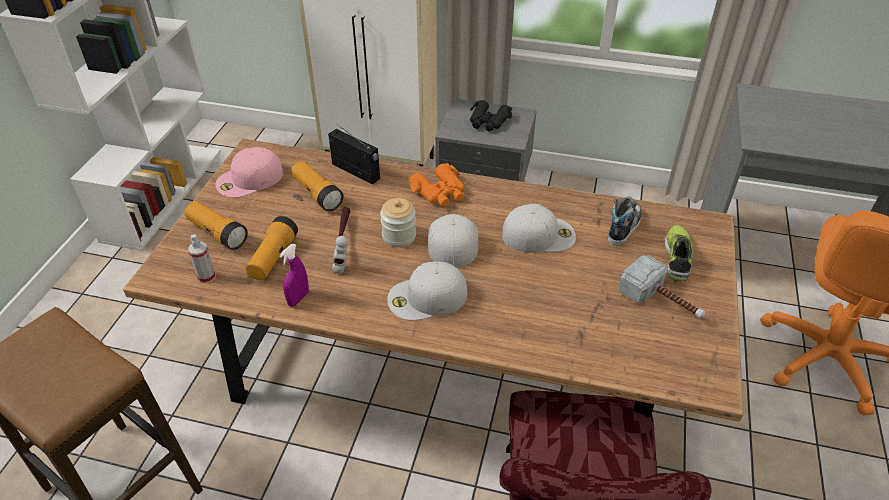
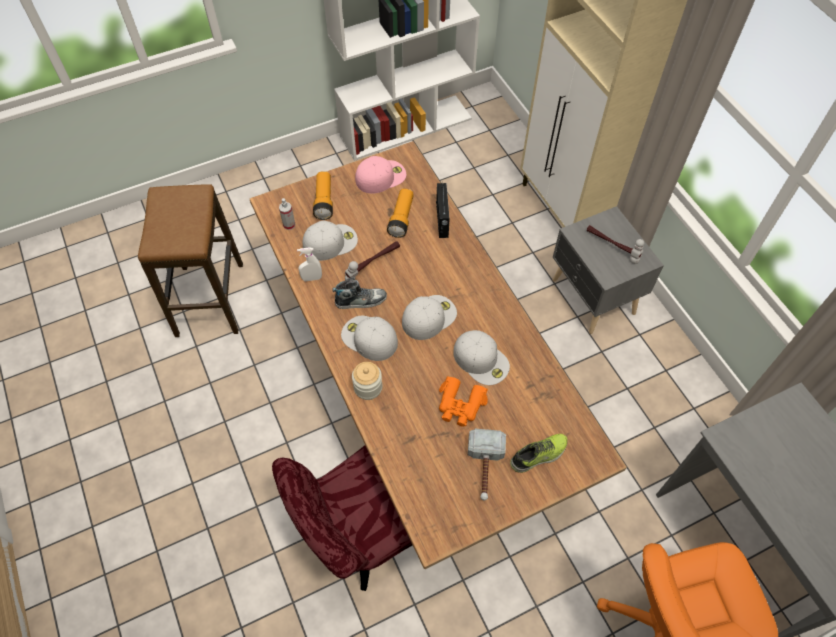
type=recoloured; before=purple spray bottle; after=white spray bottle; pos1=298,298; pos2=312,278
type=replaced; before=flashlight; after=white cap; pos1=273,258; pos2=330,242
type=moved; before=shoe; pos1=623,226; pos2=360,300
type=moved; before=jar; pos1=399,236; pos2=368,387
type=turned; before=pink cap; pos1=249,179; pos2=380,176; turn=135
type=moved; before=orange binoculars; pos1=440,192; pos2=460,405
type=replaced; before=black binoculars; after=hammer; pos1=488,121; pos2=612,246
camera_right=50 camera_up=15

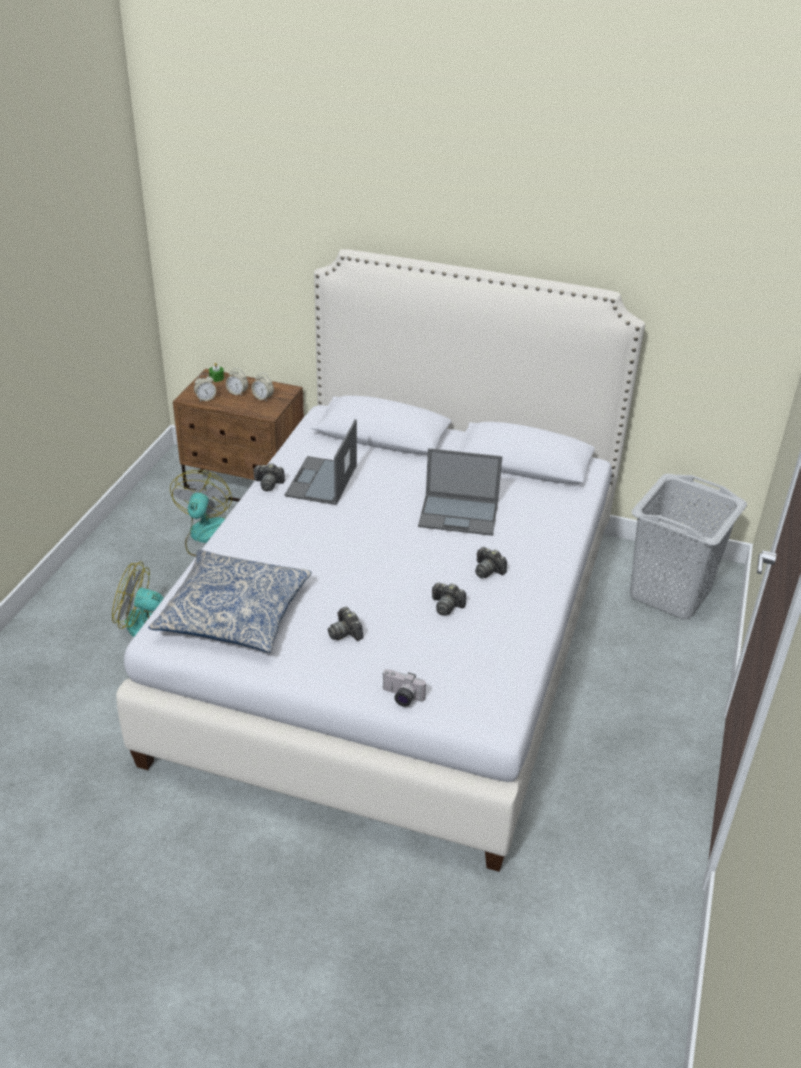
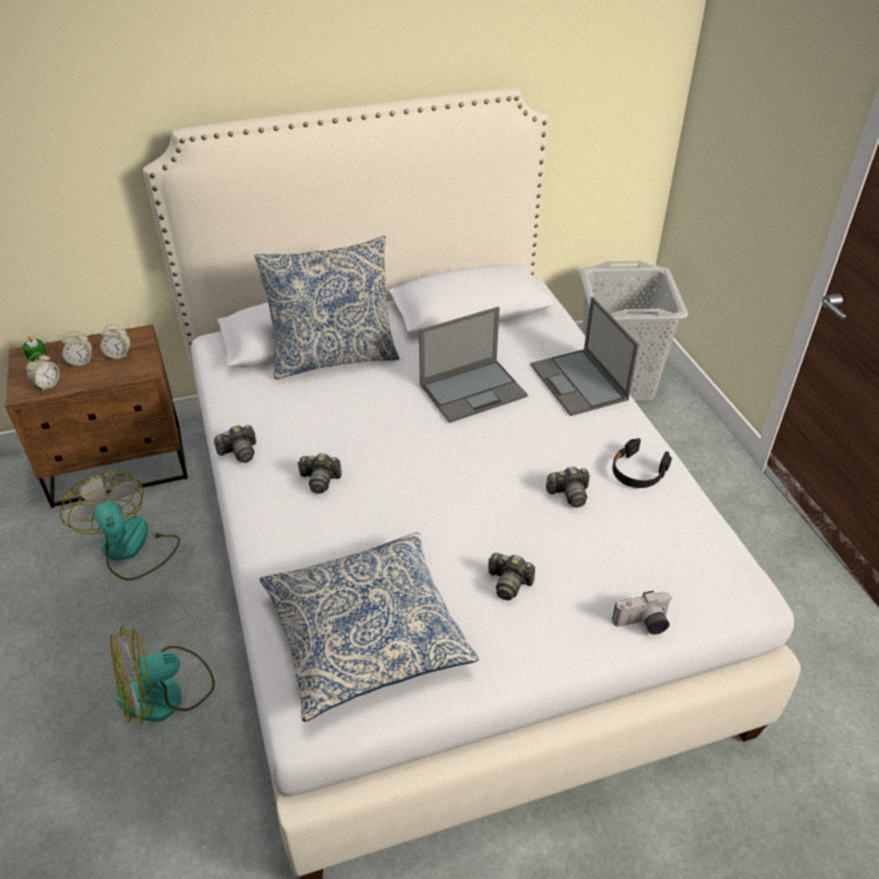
type=added; after=pillow; pos2=334,357
type=moved; before=photo camera; pos1=488,570; pos2=320,480
type=moved; before=laptop; pos1=321,481; pos2=579,383
type=added; after=black headphones; pos2=638,471
camera_right=-35 camera_up=5

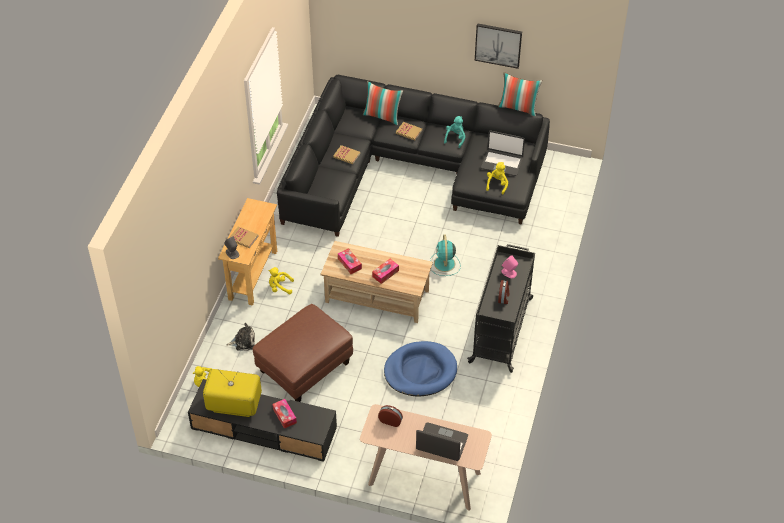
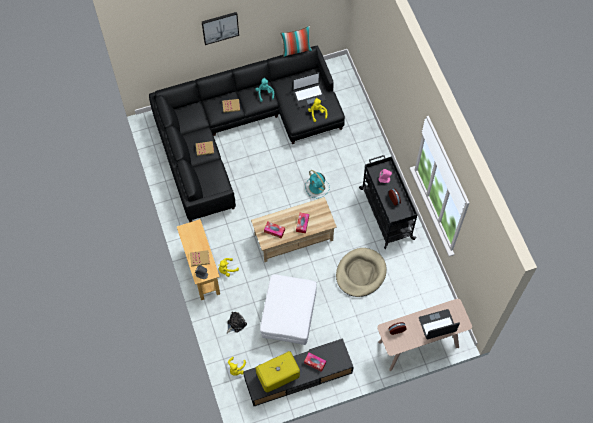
type=moved; before=picture; pos1=498,45; pos2=220,27
type=recoloured; before=brown ottoman; after=white ottoman; pos1=304,368; pos2=289,317
type=recoloured; before=blue dog bed; after=beige dog bed; pos1=420,371; pos2=360,273
type=removed; before=pillow; pos1=382,116
camera_right=-35 camera_up=15

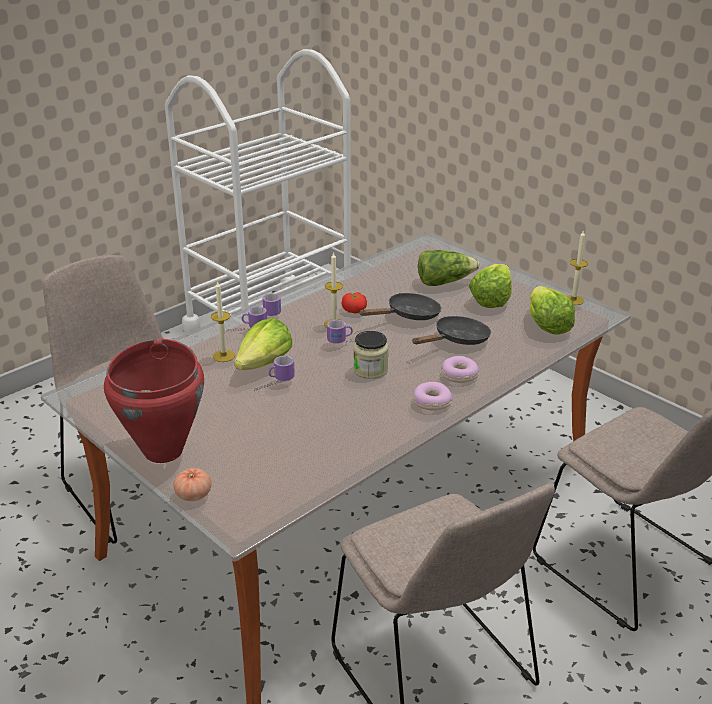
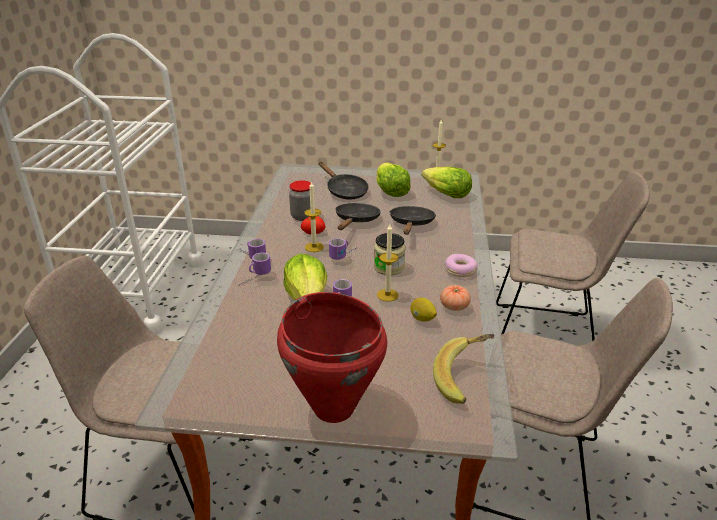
type=added; after=jar; pos2=302,216
type=replaced; before=lettuce; after=black frying pan; pos1=444,282; pos2=344,191
type=moved; before=candle; pos1=224,356; pos2=387,295
type=added; after=lemon; pos2=422,319
type=added; after=banana; pos2=465,379
type=moved; before=tomato; pos1=193,495; pos2=454,306
type=removed; before=donut; pos1=459,375
camera_right=-40 camera_up=0

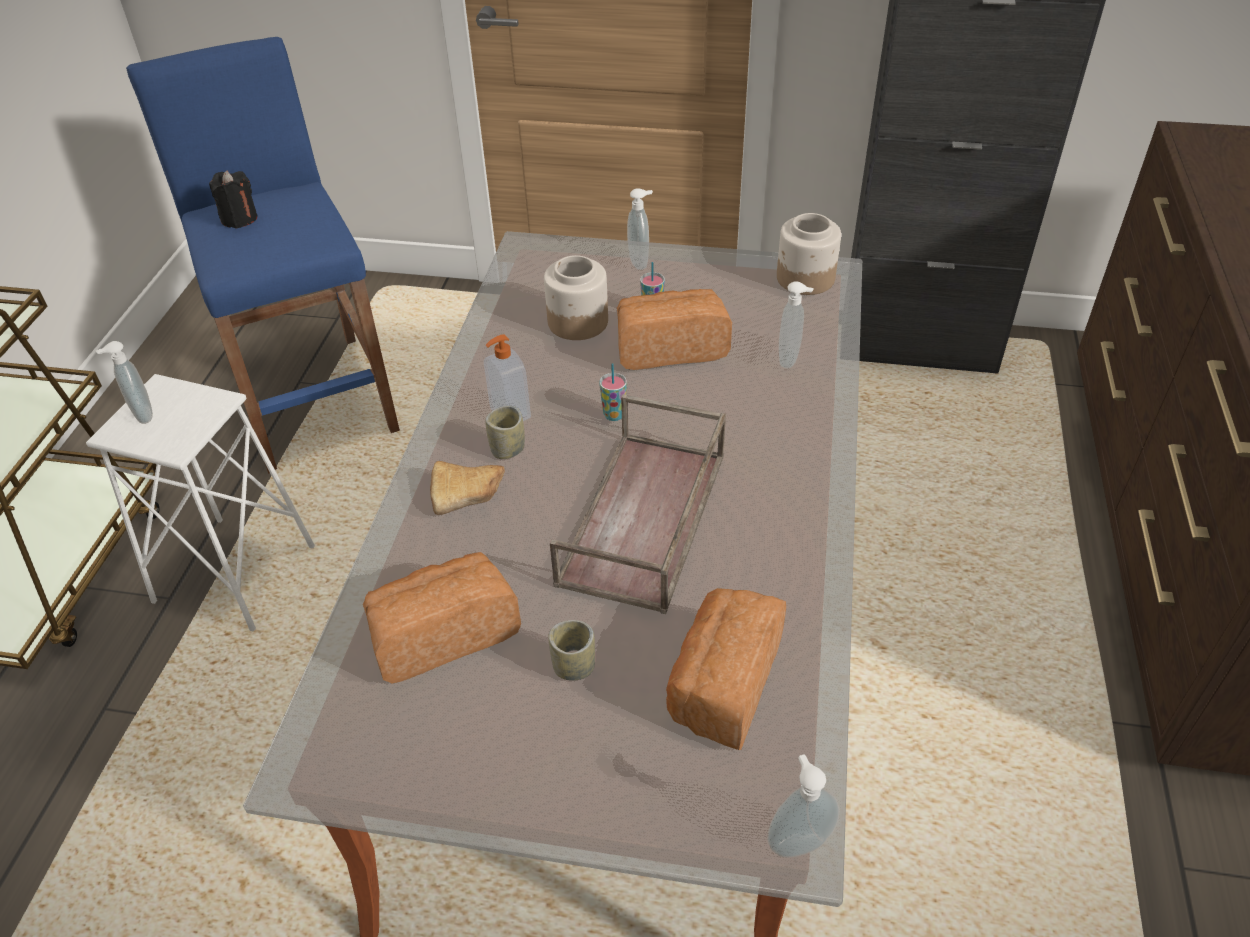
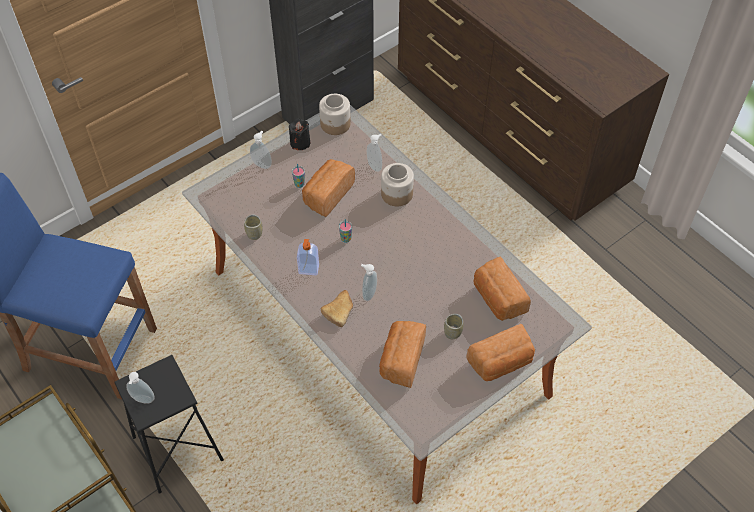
type=recoloured; before=white stool; after=black stool; pos1=235,573; pos2=177,449
type=moved; before=cup; pos1=507,449; pos2=254,234
type=moved; before=black candle; pos1=239,219; pos2=300,143
type=moved; before=soap dispenser; pos1=798,841; pos2=368,293
type=moved; before=jar; pos1=577,322; pos2=396,194
type=added; after=bread; pos2=501,362
type=removed; before=brown tray; pos1=645,520
camera_right=-50 camera_up=10

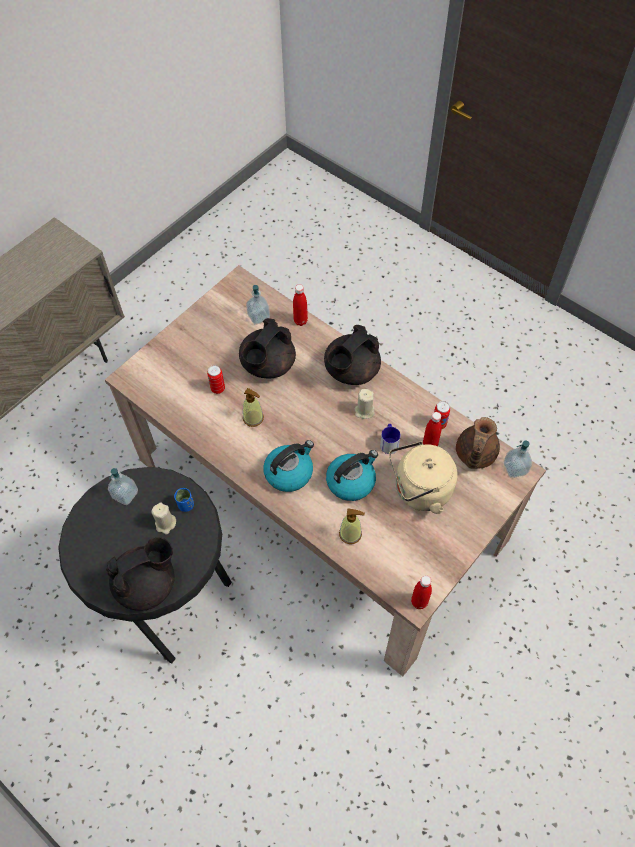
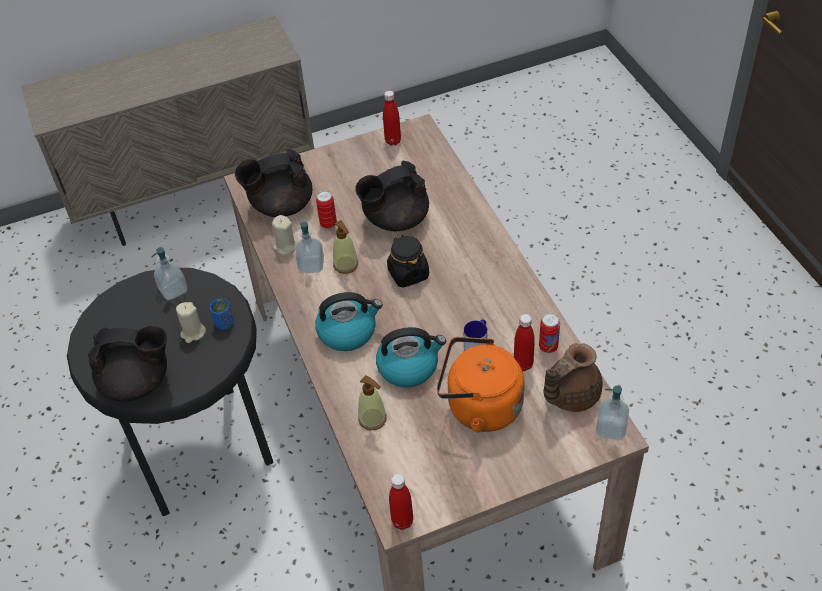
type=moved; before=black teapot; pos1=351,371; pos2=280,205
type=moved; before=beige candle; pos1=364,411; pos2=285,247
type=moved; before=soap dispenser; pos1=258,316; pos2=311,265
type=moved; before=red bottle; pos1=300,321; pos2=393,141
type=added; after=black jar; pos2=408,273
type=recoloured; before=beige kettle; after=orange kettle; pos1=419,490; pos2=479,407
camera_right=30 camera_up=-10

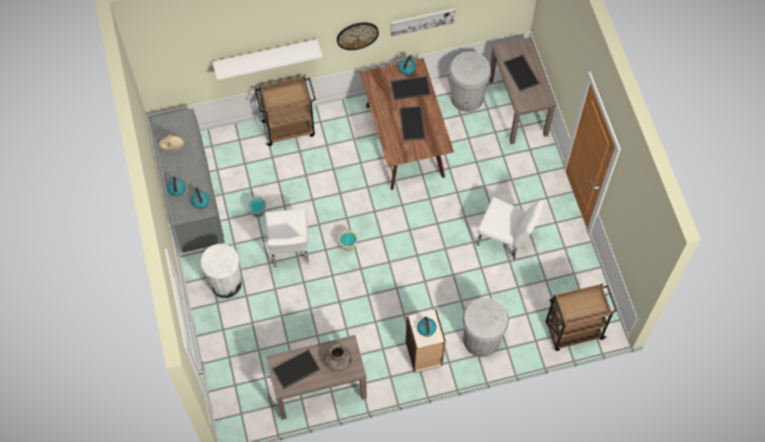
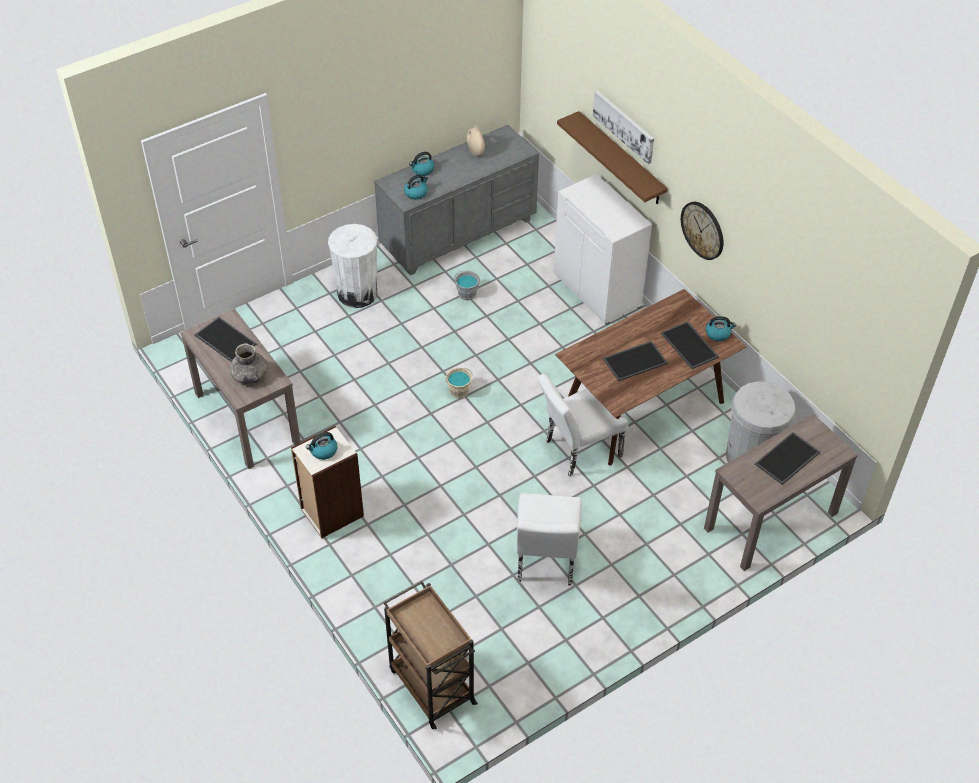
type=moved; before=white chair; pos1=289,250; pos2=577,450
type=replaced; before=brown cart; after=white cabinet; pos1=289,128; pos2=598,290
type=recoloured; before=white shelf; after=brown shelf; pos1=266,55; pos2=621,159
type=moved; before=picture; pos1=422,21; pos2=624,126
type=removed; before=white trash can; pos1=481,339
camera_right=70 camera_up=-15

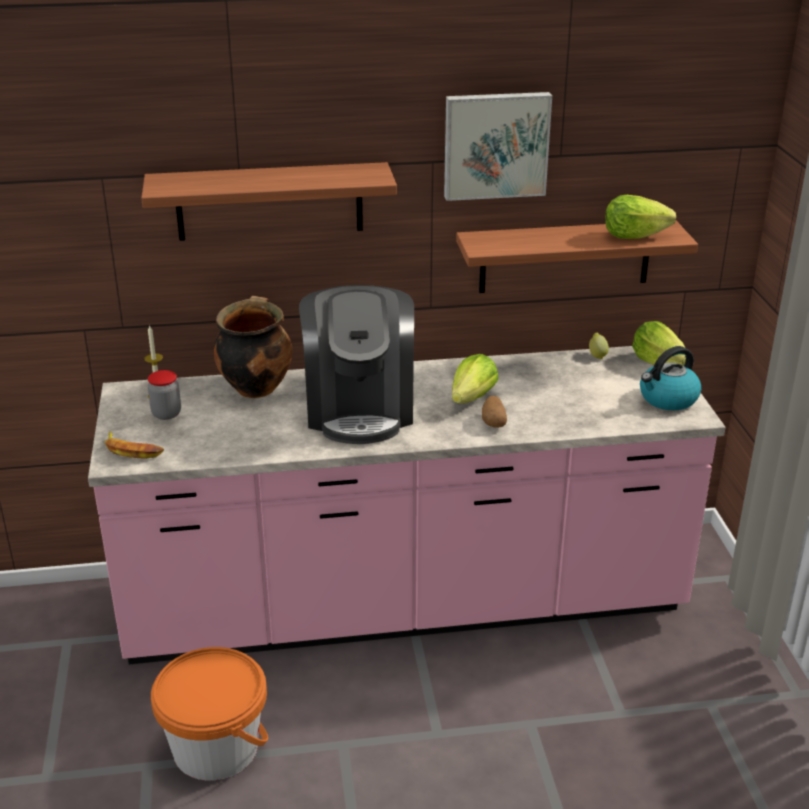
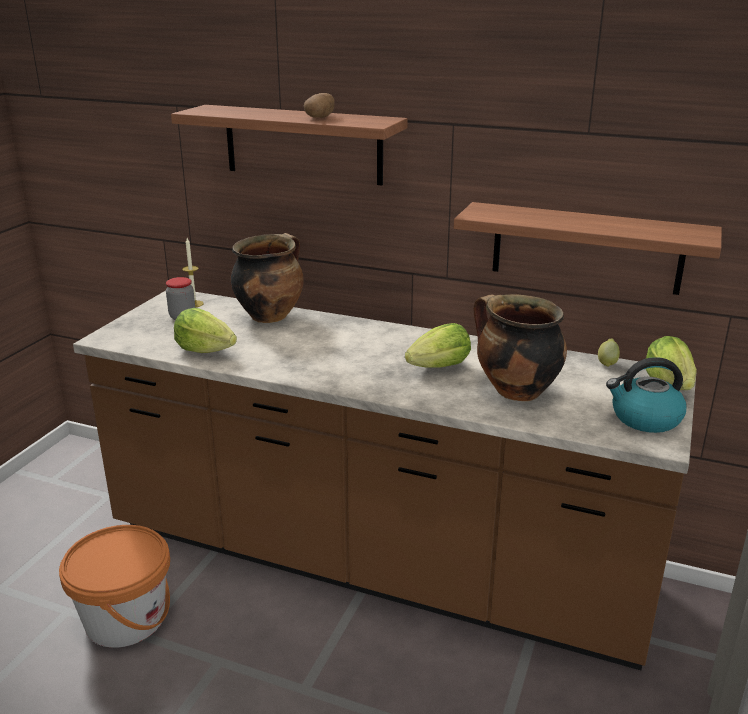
type=recoloured; before=pink counter; after=brown counter; pos1=404,605; pos2=374,562
type=moved; before=lettuce; pos1=633,236; pos2=205,350
type=moved; before=potato; pos1=493,422; pos2=320,117
type=added; after=cooking pot; pos2=514,391
type=removed; before=banana; pos1=132,450
type=removed; before=coffee machine; pos1=359,409
type=removed; before=picture; pos1=495,145
camera_right=30 camera_up=-5

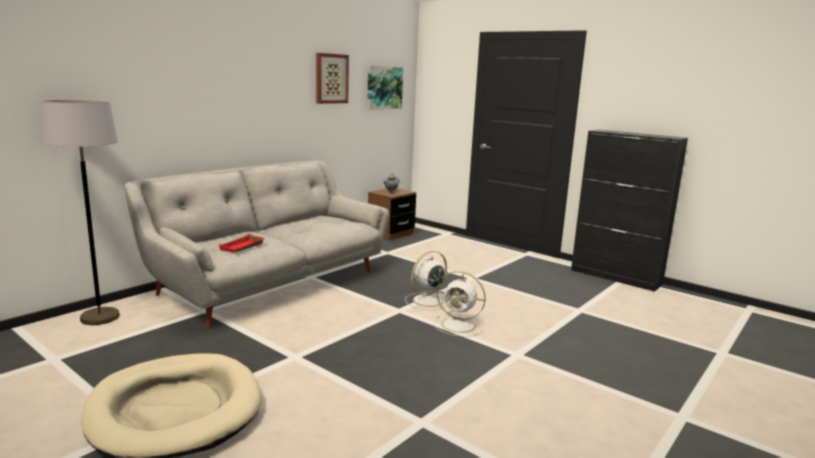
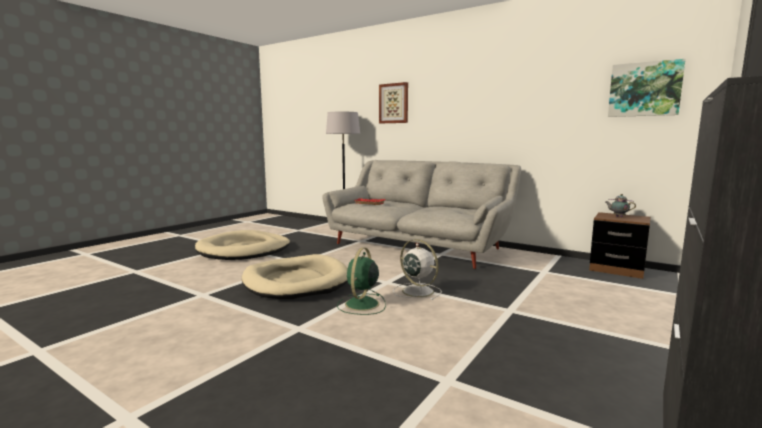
type=added; after=beige dog bed; pos2=296,281
type=recoloured; before=white fan; after=green fan; pos1=460,325; pos2=361,304
type=moved; before=picture; pos1=331,78; pos2=394,103
camera_right=85 camera_up=-5

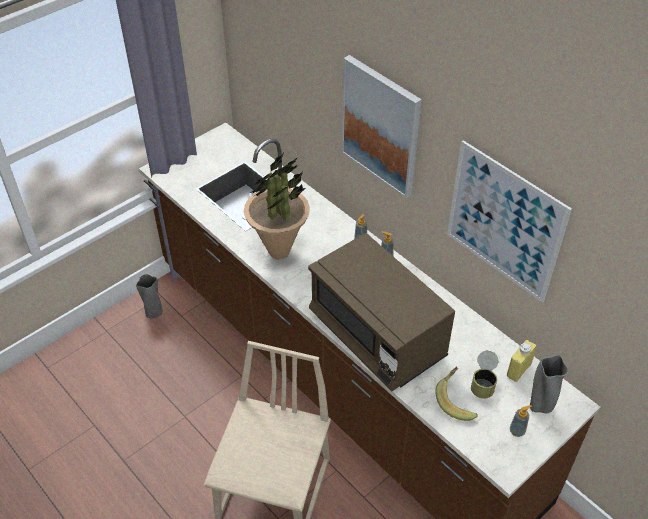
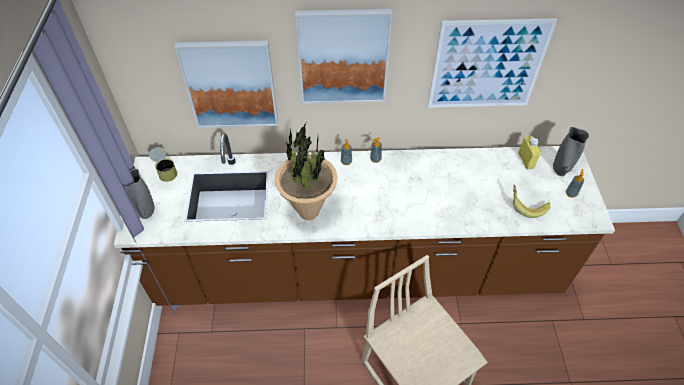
type=moved; before=grey vase; pos1=154,313; pos2=146,212
type=moved; before=can; pos1=483,382; pos2=165,171
type=added; after=picture; pos2=230,84
type=removed; before=brown microwave; pos1=377,335
camera_right=-50 camera_up=5

